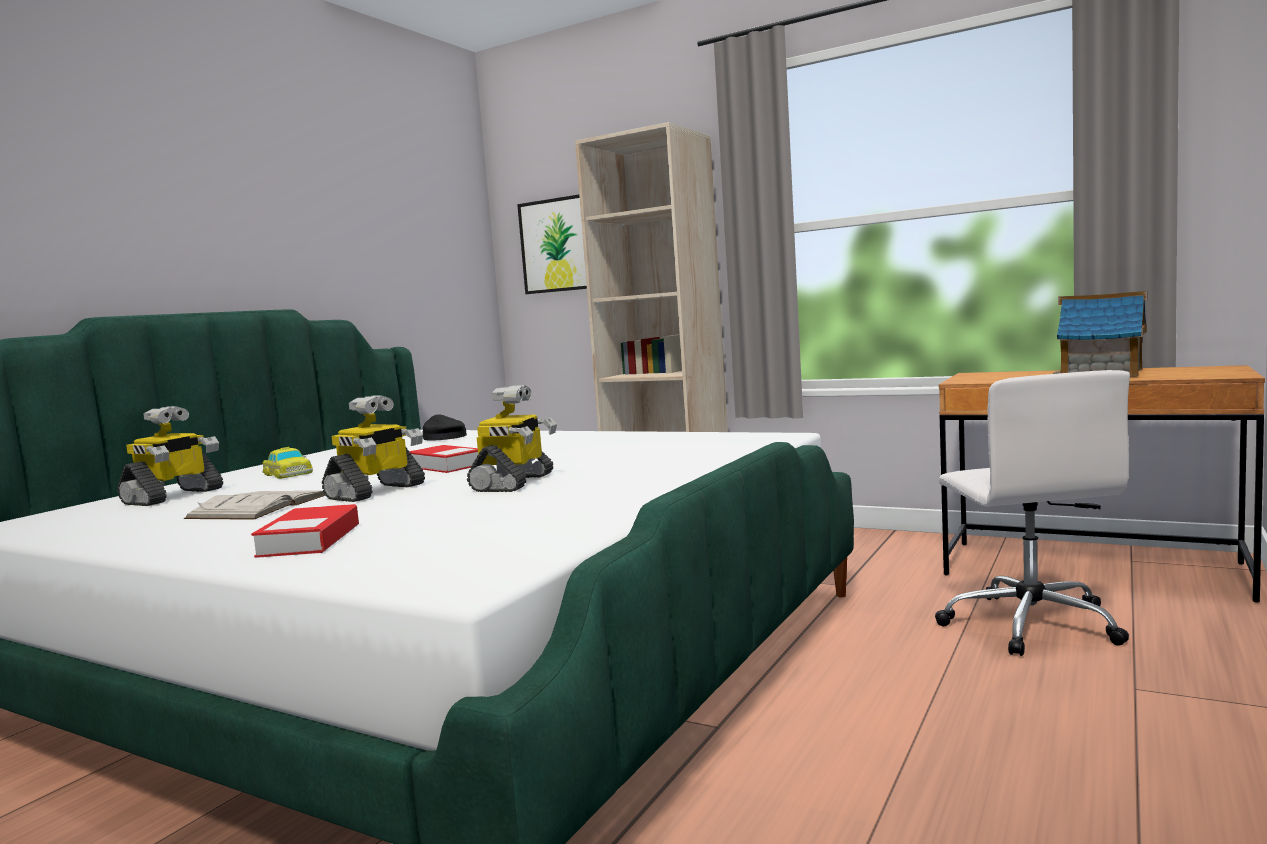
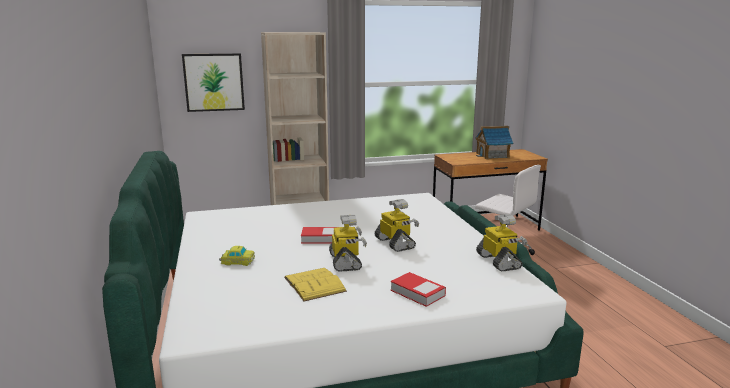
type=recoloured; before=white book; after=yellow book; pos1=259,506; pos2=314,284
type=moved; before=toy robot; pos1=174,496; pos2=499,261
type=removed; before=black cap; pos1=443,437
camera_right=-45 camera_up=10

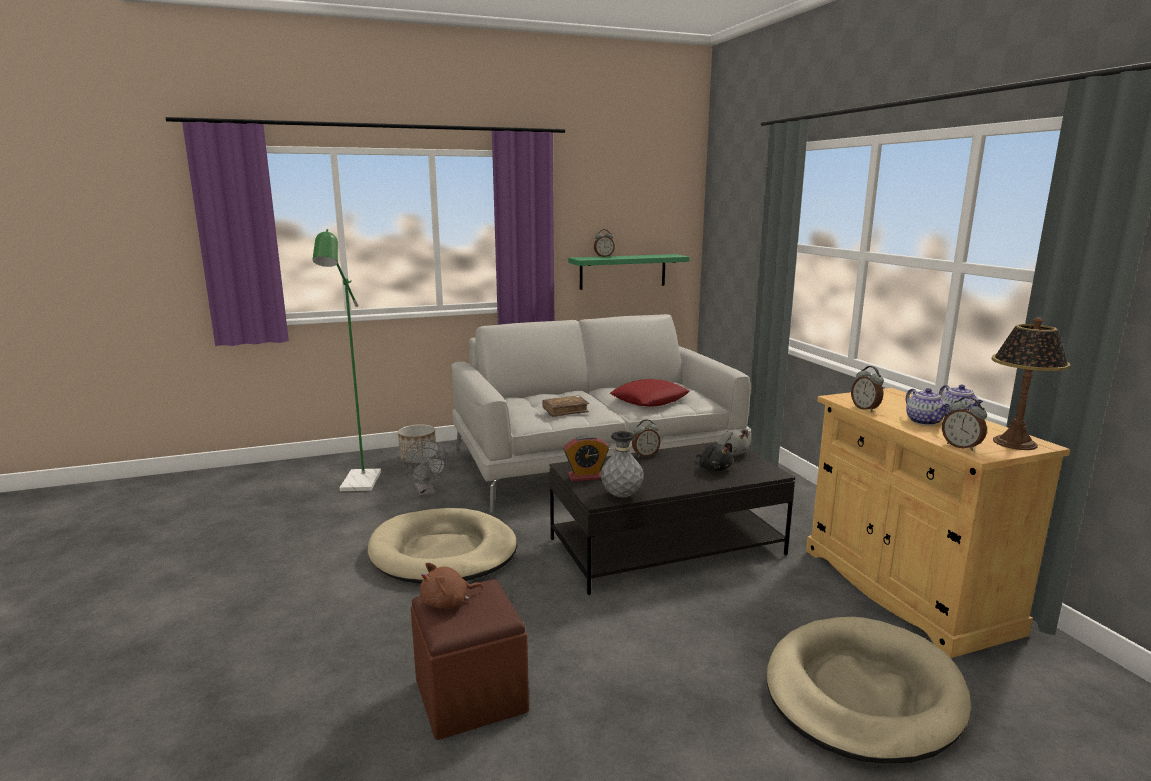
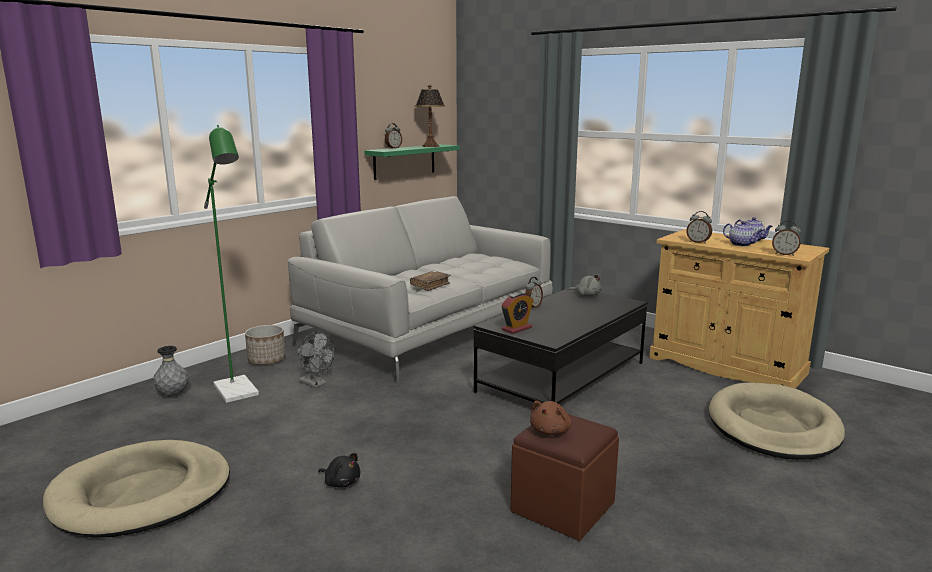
type=moved; before=beige dog bed; pos1=443,552; pos2=142,494
type=moved; before=grey vase; pos1=621,496; pos2=173,395
type=moved; before=black plush toy; pos1=714,468; pos2=341,482
type=moved; before=table lamp; pos1=1015,443; pos2=430,146
type=removed; before=red pillow; pos1=649,400
camera_right=-30 camera_up=0

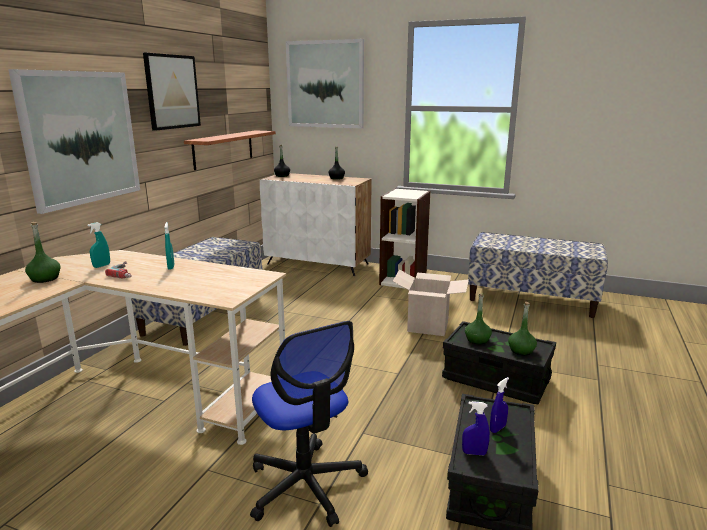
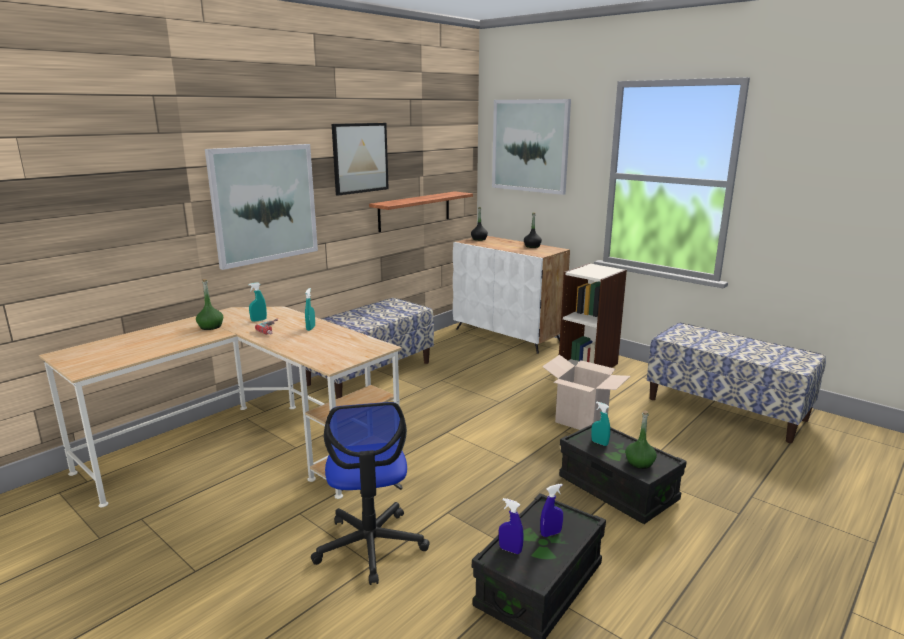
type=replaced; before=green bottle; after=turquoise spray bottle; pos1=477,340; pos2=599,443
camera_right=20 camera_up=0

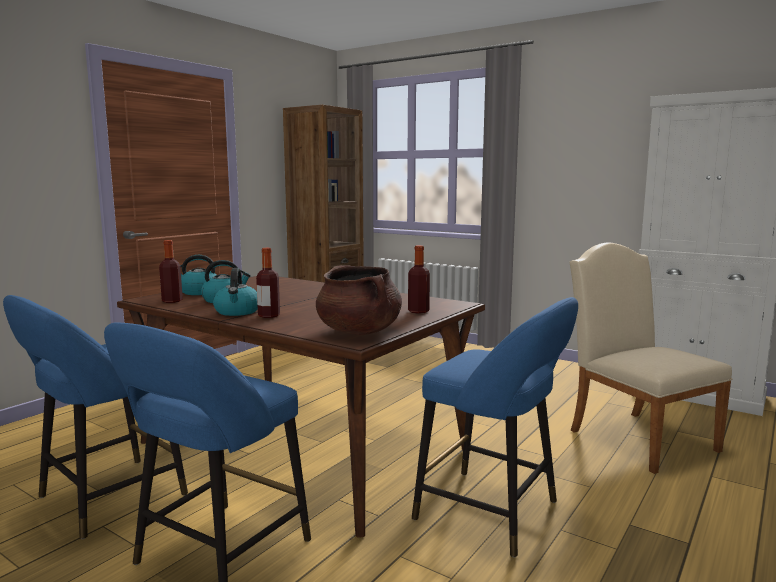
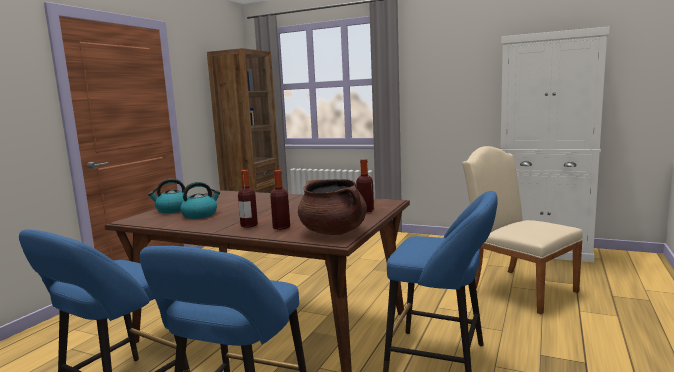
type=moved; before=bottle; pos1=172,301; pos2=281,227
type=removed; before=kettle; pos1=237,312
camera_right=-10 camera_up=0

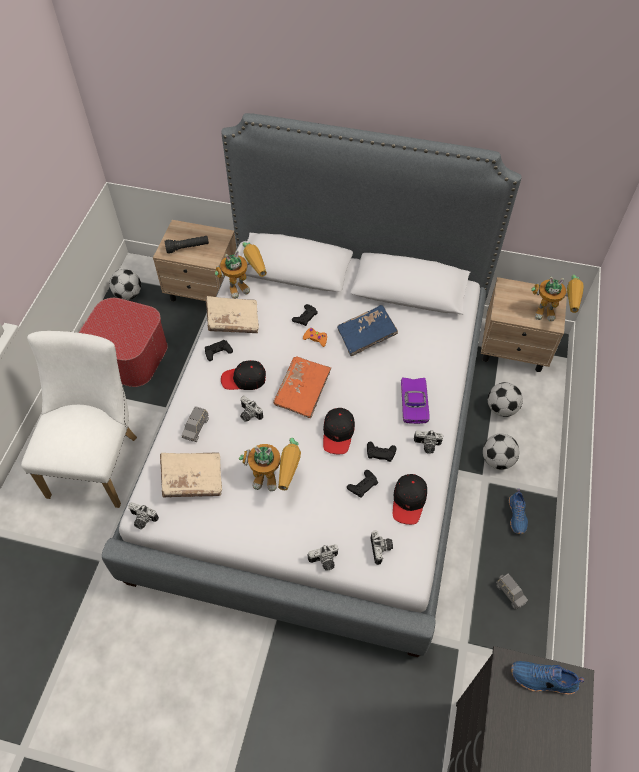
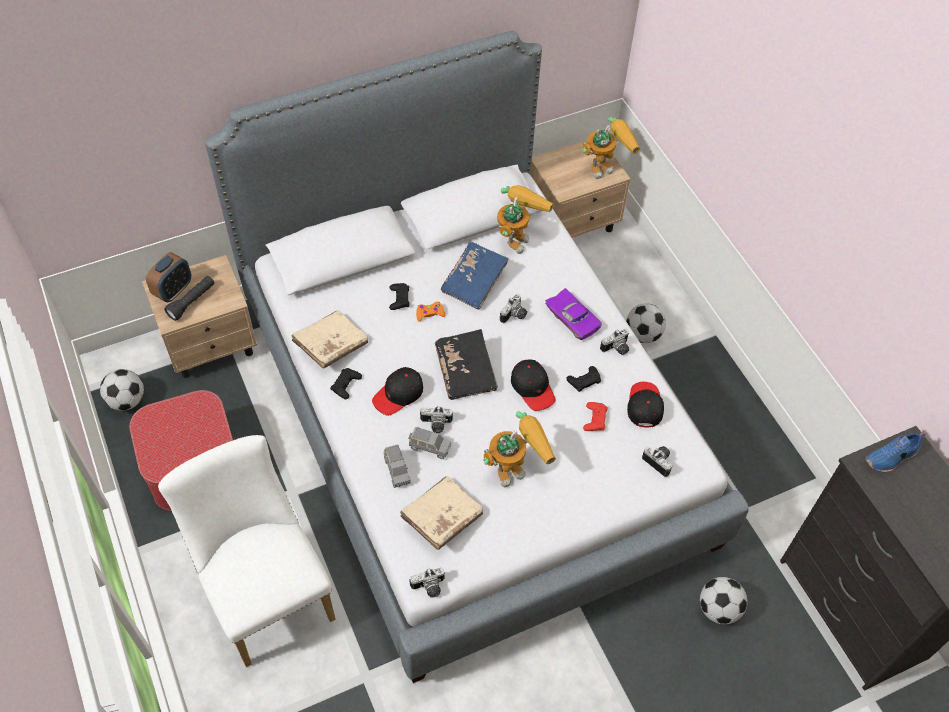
type=added; after=alarm clock; pos2=173,290
type=moved; before=grey toy car; pos1=510,593; pos2=429,447
type=recoloured; before=orange book; after=black book; pos1=302,392; pos2=465,371
type=moved; before=toy robot; pos1=245,286; pos2=517,235
type=moved; before=photo camera; pos1=324,562; pos2=515,315
type=recoloured; before=black game controller; after=red game controller; pos1=362,485; pos2=595,419
type=turned; before=black cap; pos1=409,501; pos2=644,406; turn=-150
type=moved; before=football; pos1=501,409; pos2=719,609
type=removed; before=blue shoe; pos1=517,516
camera_right=-40 camera_up=0

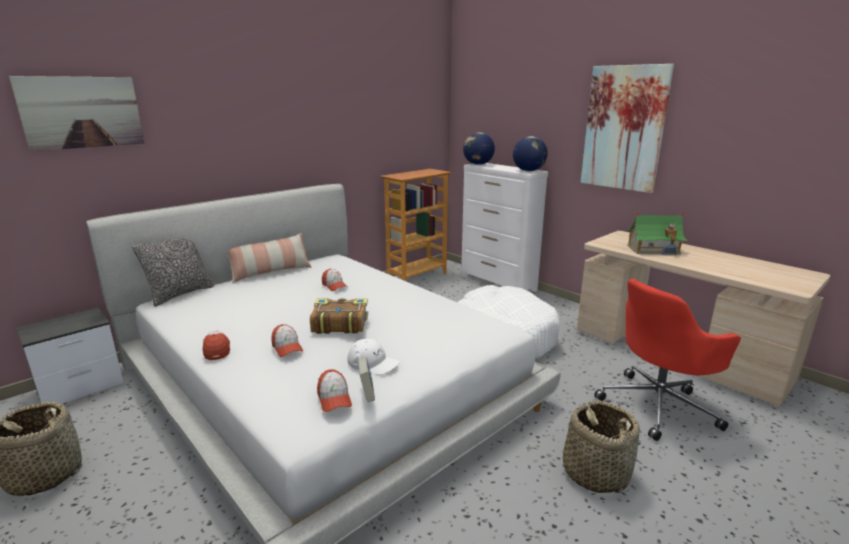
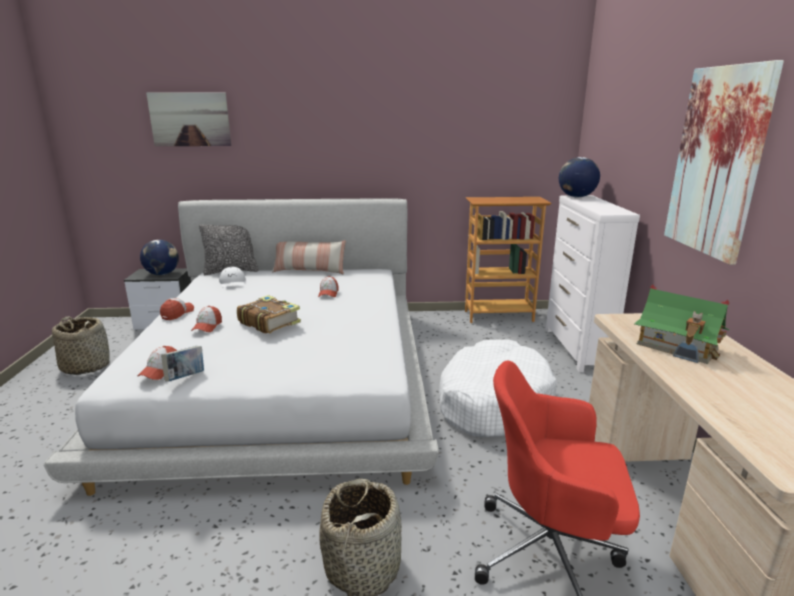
type=moved; before=globe; pos1=528,171; pos2=162,274
type=moved; before=white cap; pos1=373,362; pos2=232,282
camera_right=40 camera_up=0

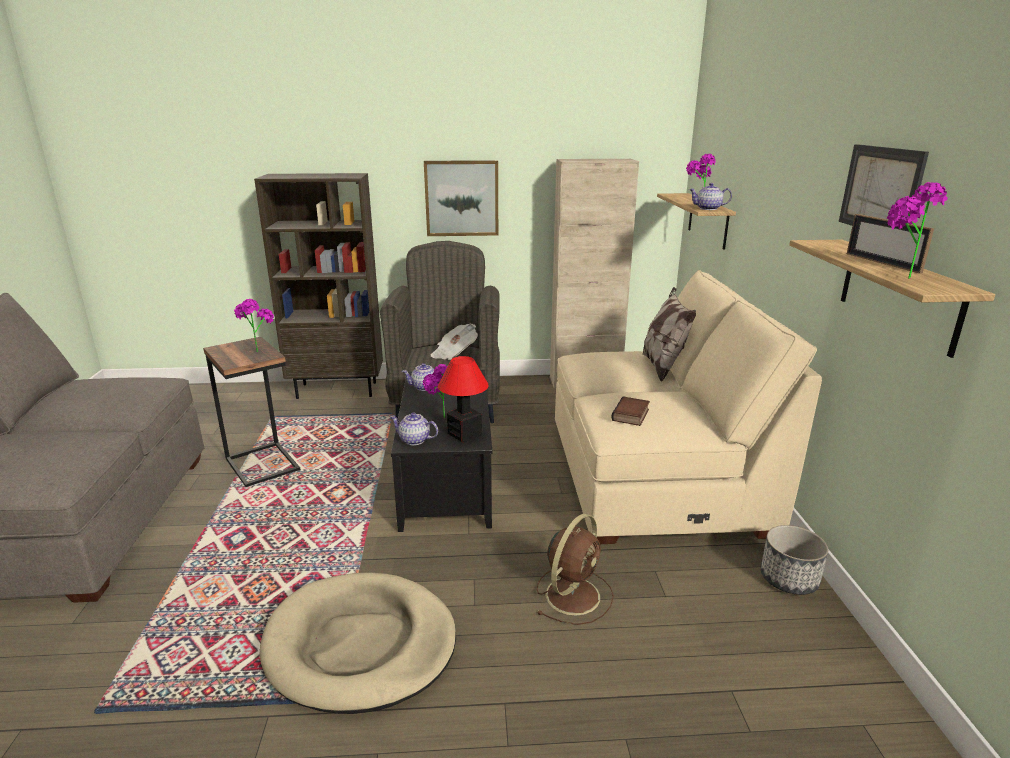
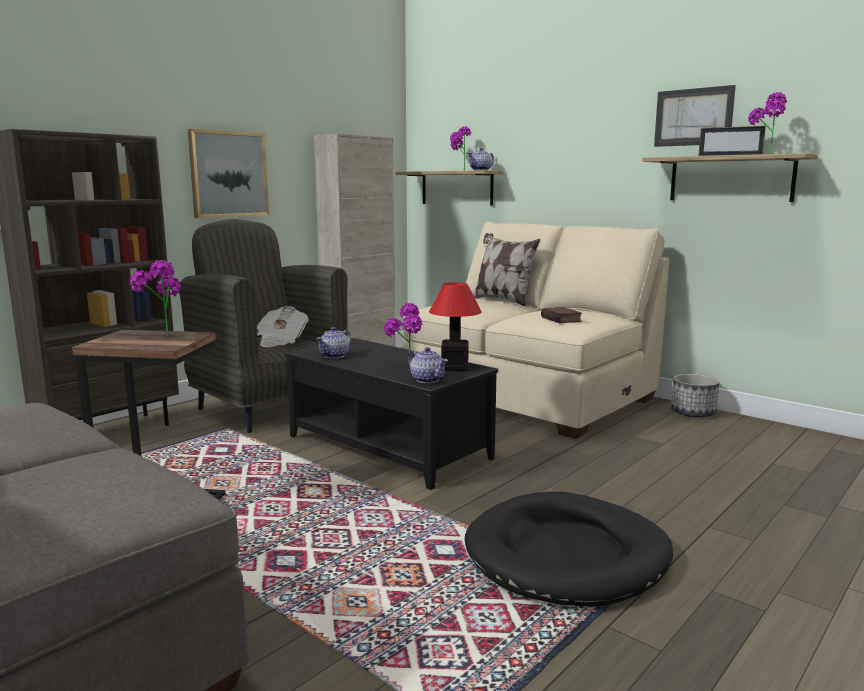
type=turned; before=teapot; pos1=414,440; pos2=427,380; turn=-105
type=recoloured; before=beige dog bed; after=black dog bed; pos1=360,645; pos2=567,555
type=removed; before=brown fan; pos1=574,594
camera_right=-45 camera_up=-10

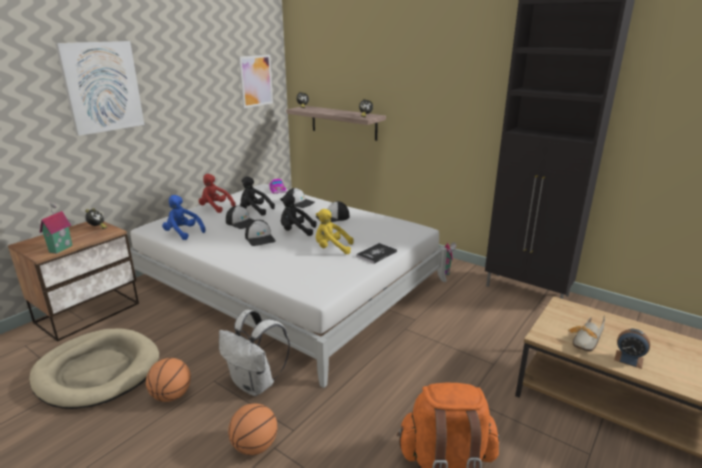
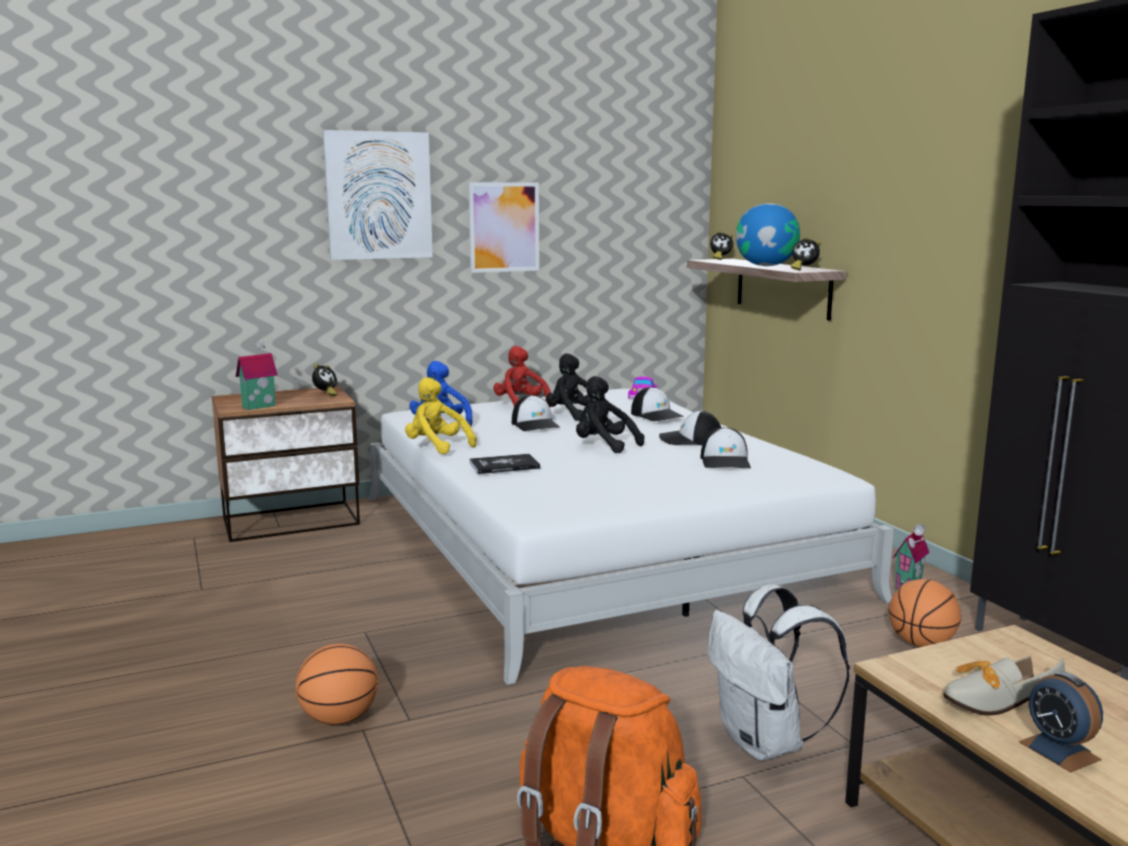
type=moved; before=yellow plush toy; pos1=331,249; pos2=437,447
type=moved; before=picture; pos1=256,81; pos2=504,227
type=moved; before=book; pos1=376,254; pos2=504,466
type=moved; before=cap; pos1=260,238; pos2=726,461
type=moved; before=white backpack; pos1=256,384; pos2=766,743
type=added; after=globe; pos2=766,266
type=moved; before=basketball; pos1=171,396; pos2=921,644
type=removed; before=beige dog bed; pos1=98,371
camera_right=30 camera_up=-10

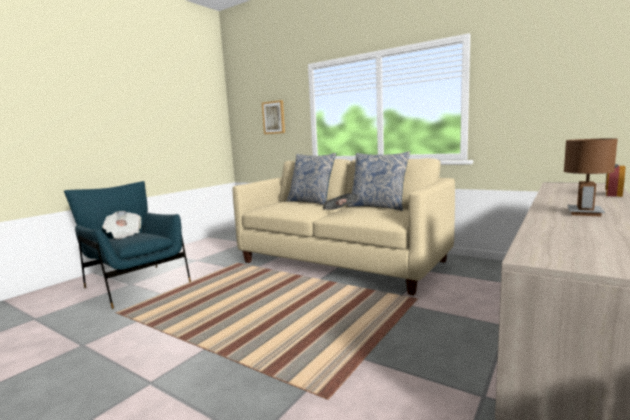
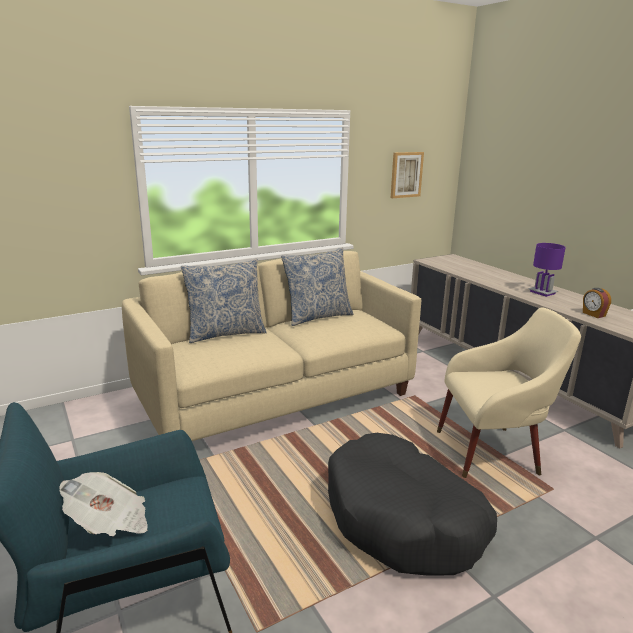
type=added; after=black dog bed; pos2=403,519
type=moved; before=picture; pos1=274,117; pos2=406,174
type=added; after=beige armchair; pos2=493,451
type=recoloured; before=brown table lamp; after=purple table lamp; pos1=585,213; pos2=542,292
type=moved; before=alarm clock; pos1=613,194; pos2=593,314
type=removed; before=newspaper; pos1=339,212
camera_right=-65 camera_up=10

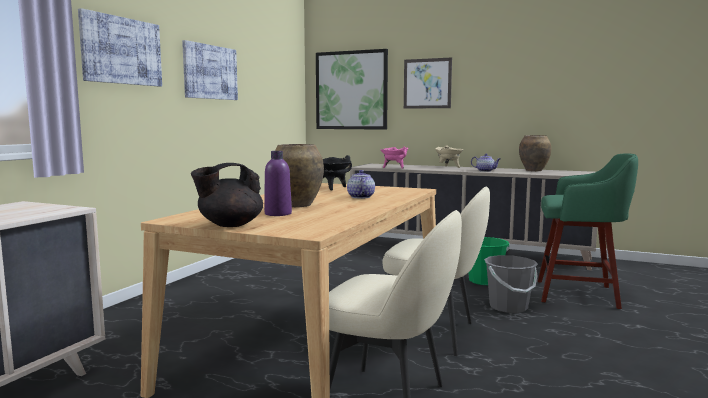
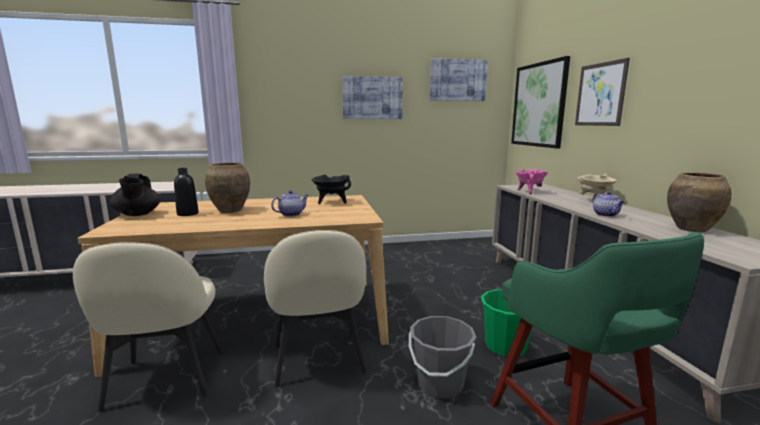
type=turned; before=black teapot; pos1=229,225; pos2=137,214; turn=-135
type=recoloured; before=purple bottle; after=black bottle; pos1=278,214; pos2=187,214
type=moved; before=picture; pos1=121,51; pos2=458,80
camera_right=55 camera_up=5

